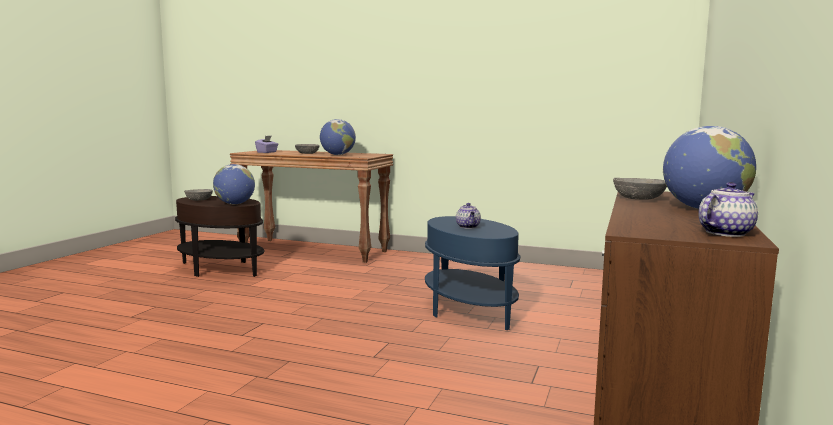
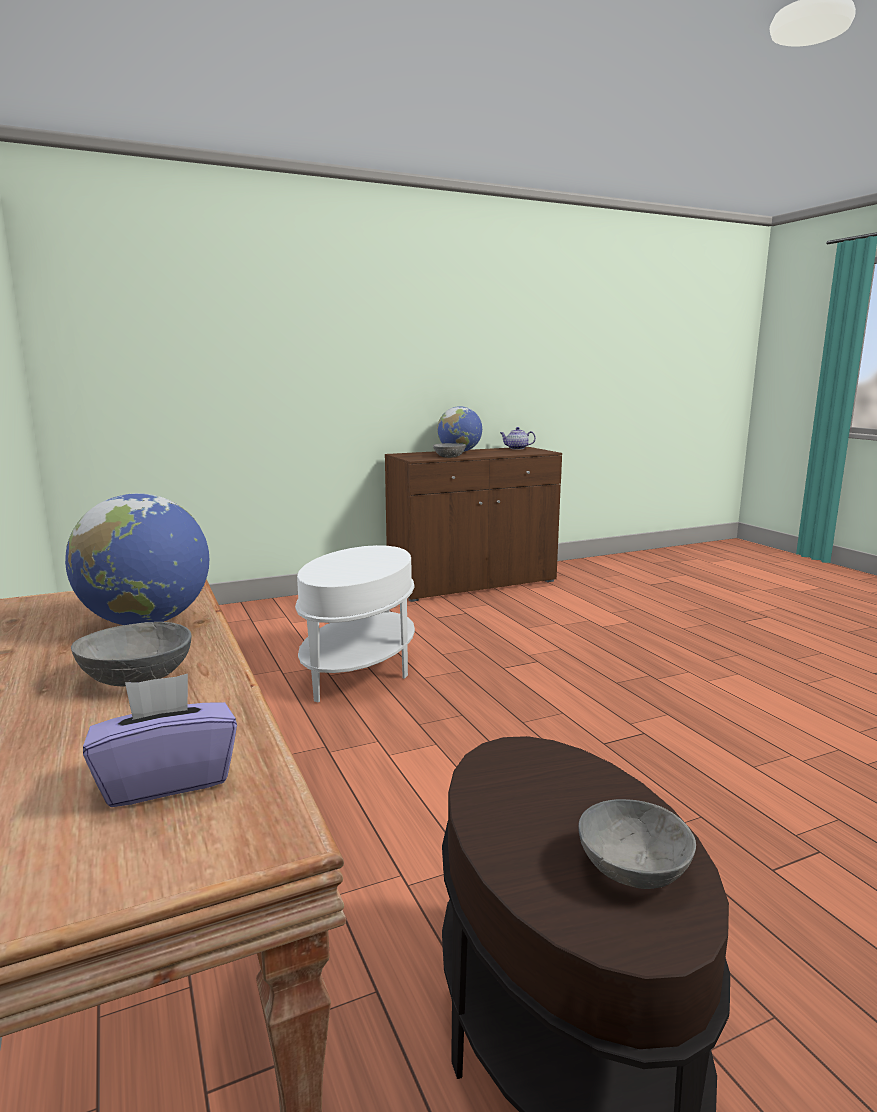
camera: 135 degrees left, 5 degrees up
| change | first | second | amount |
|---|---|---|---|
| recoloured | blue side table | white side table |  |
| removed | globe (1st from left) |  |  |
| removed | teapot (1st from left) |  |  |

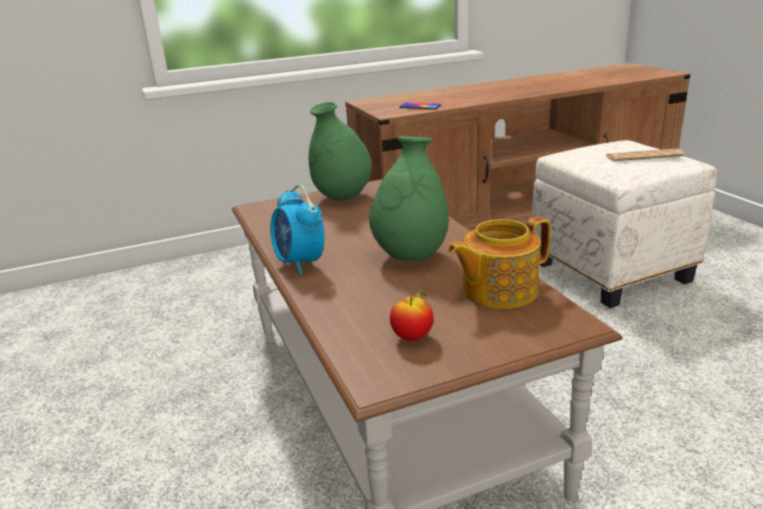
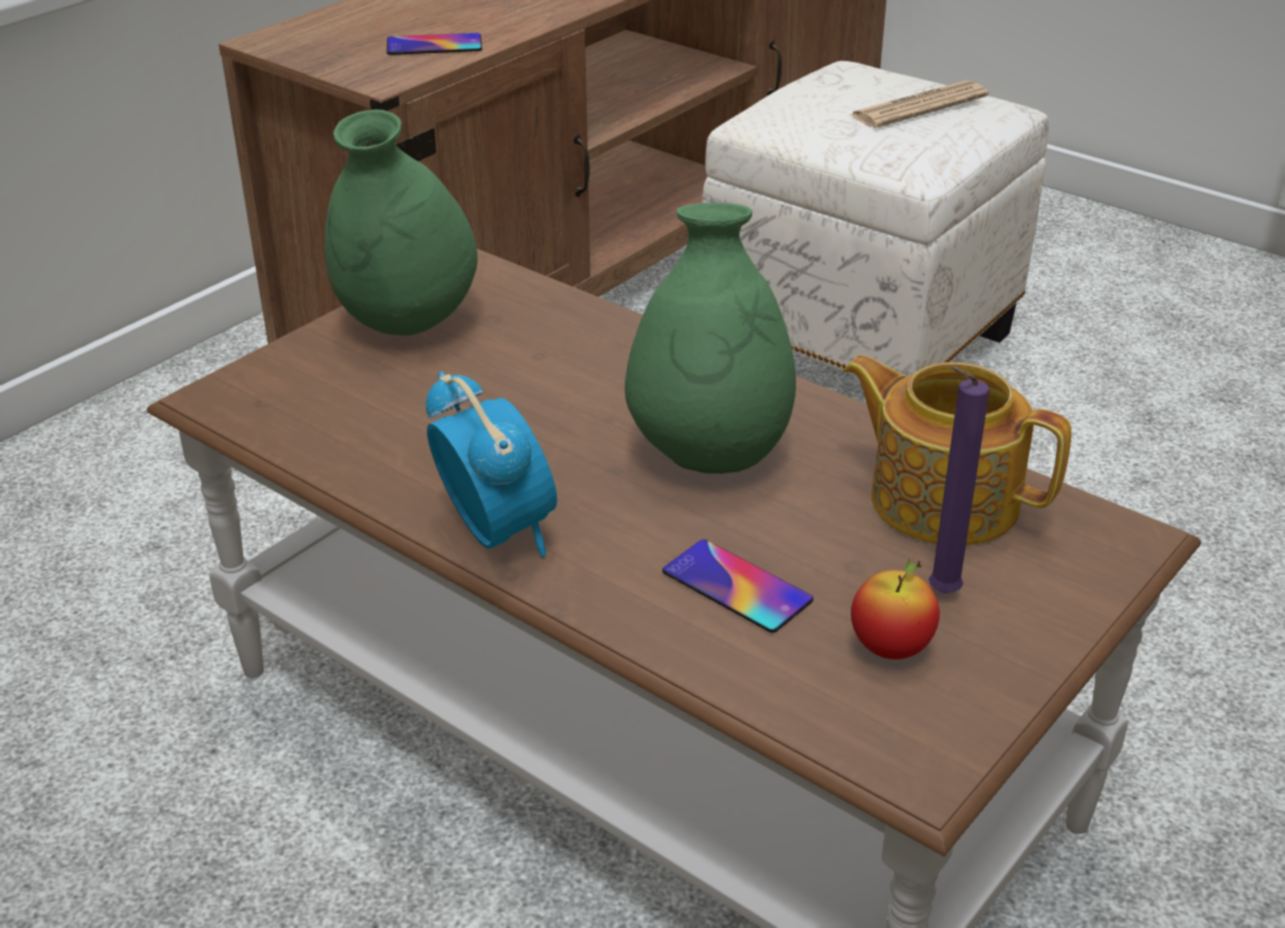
camera: 30 degrees left, 10 degrees up
| change | first | second | amount |
|---|---|---|---|
| turned | alarm clock |  | 150 degrees counterclockwise |
| added |  | phone (2nd from left) |  |
| turned | teapot |  | 90 degrees clockwise |
| added |  | purple candle |  |

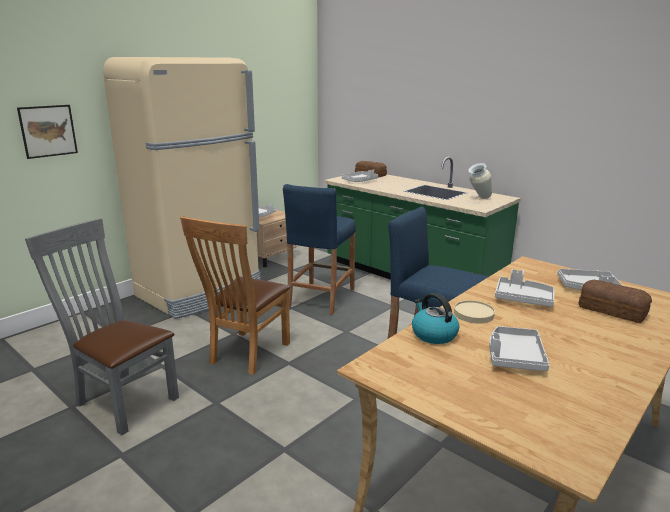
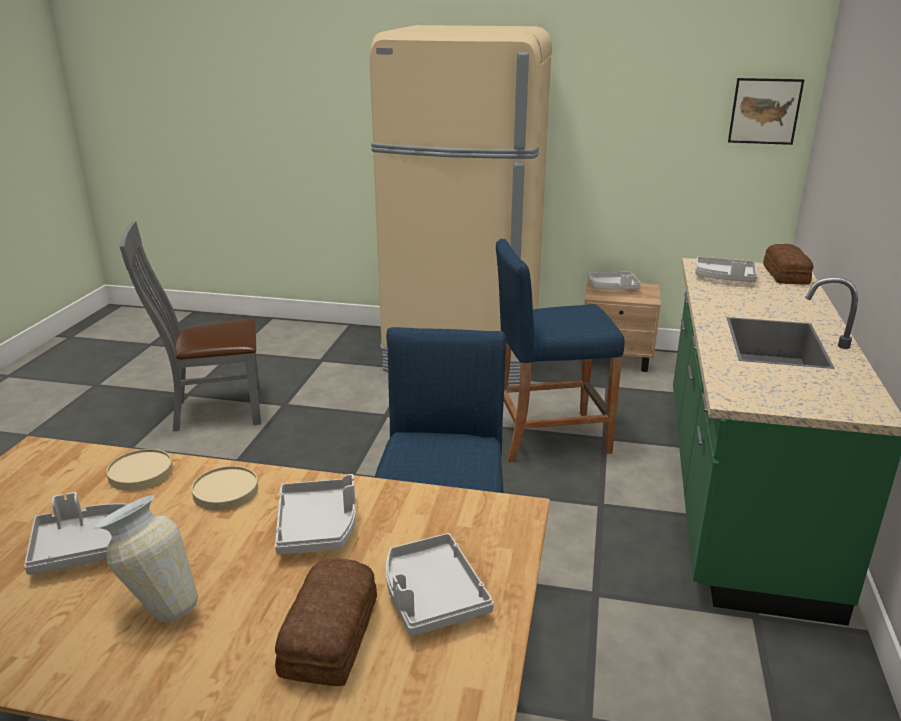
camera: 60 degrees right, 5 degrees up
| change | first | second | amount |
|---|---|---|---|
| moved | vase |  |  |
| replaced | kettle | beige plate (1st from left) |  |
| turned | grey chair |  | 105 degrees counterclockwise |
| moved | picture |  |  |
| removed | brown chair |  |  |

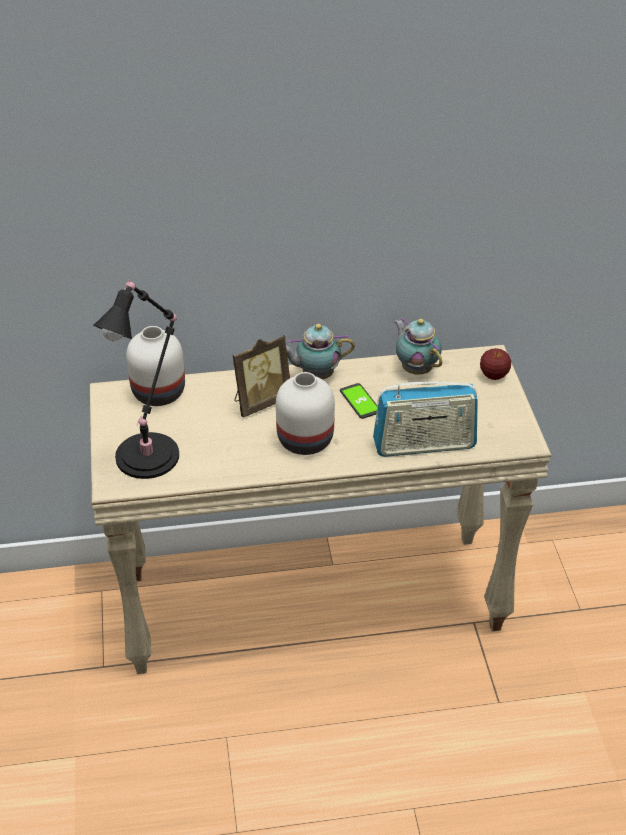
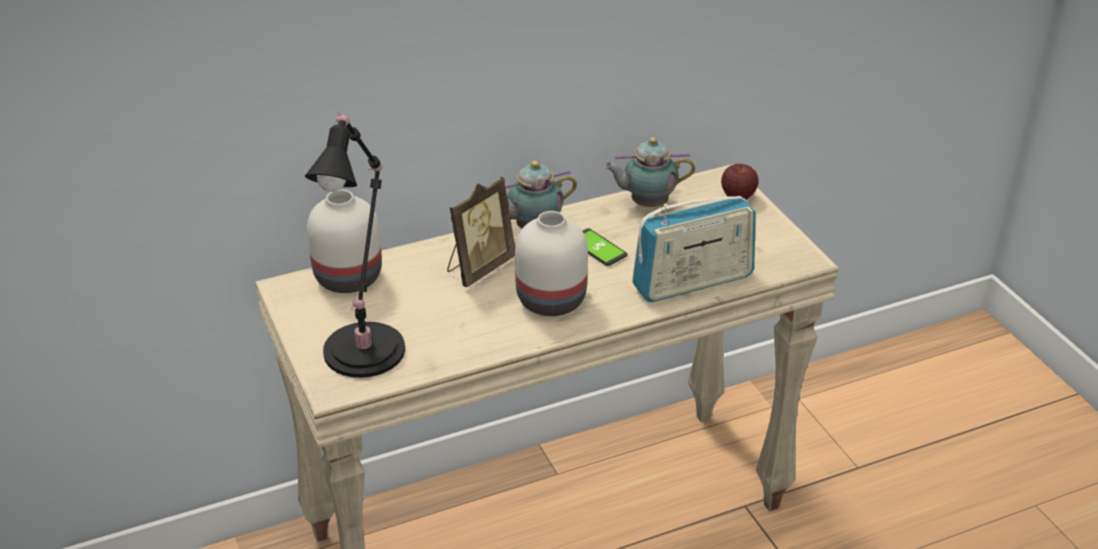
camera: 15 degrees left, 5 degrees down
| change | first | second | amount |
|---|---|---|---|
| turned | teapot (2nd from left) |  | 45 degrees counterclockwise |

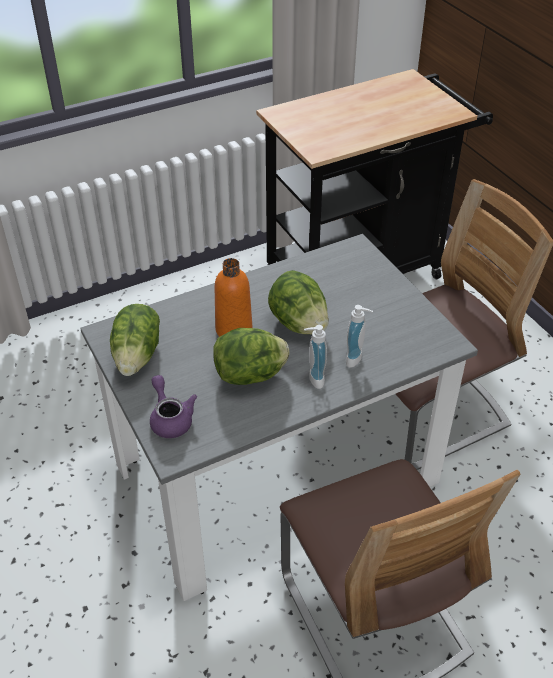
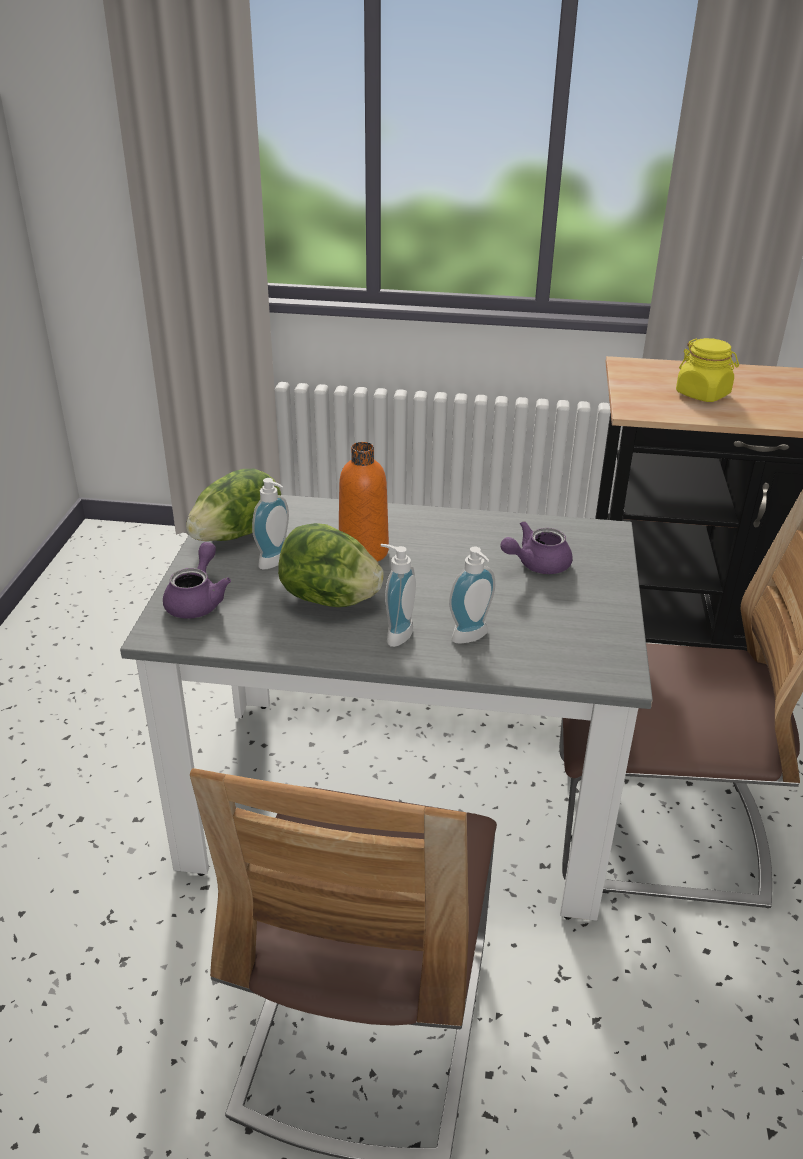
camera: 35 degrees right, 10 degrees down
| change | first | second | amount |
|---|---|---|---|
| added |  | soap dispenser (1st from left) |  |
| added |  | purple teapot (2nd from left) |  |
| added |  | yellow jar |  |
| removed | lettuce (3rd from left) |  |  |

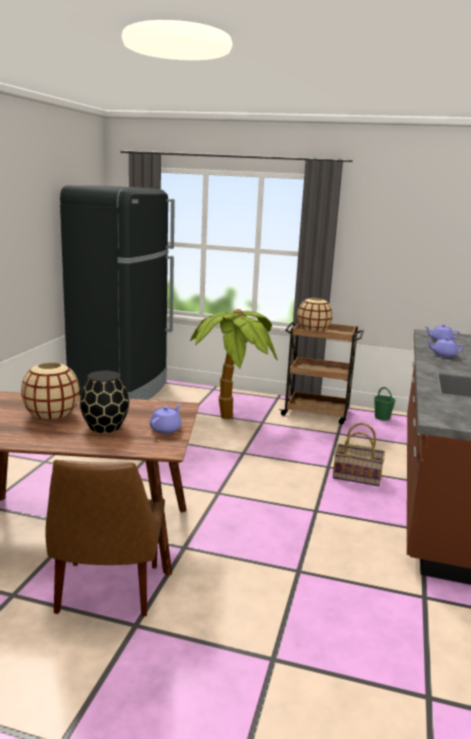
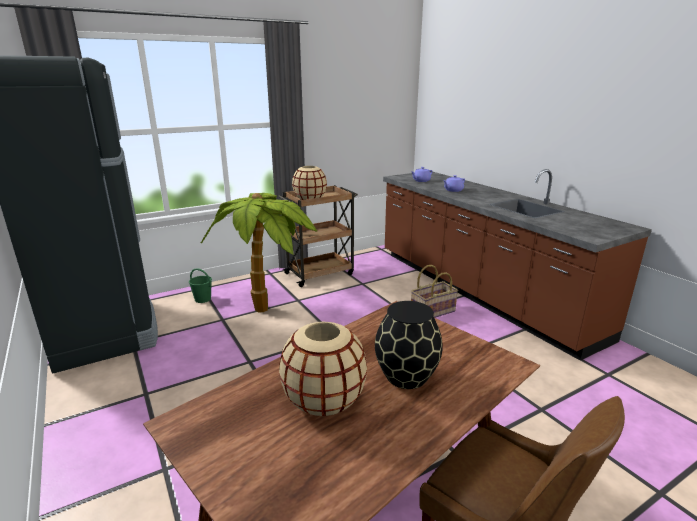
camera: 45 degrees left, 5 degrees up
| change | first | second | amount |
|---|---|---|---|
| moved | green bucket |  |  |
| removed | purple teapot (1st from left) |  |  |

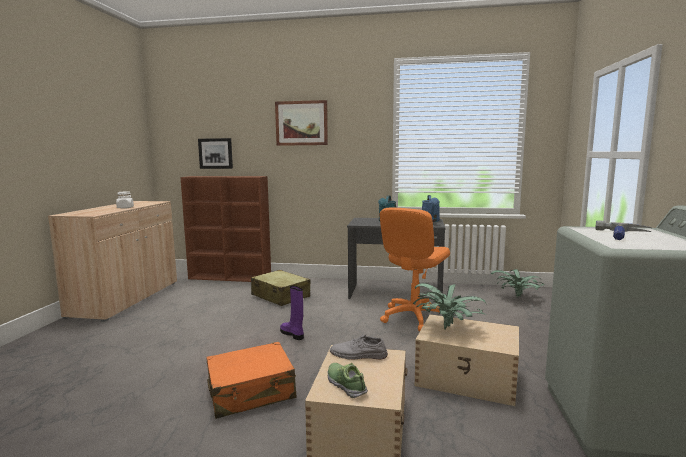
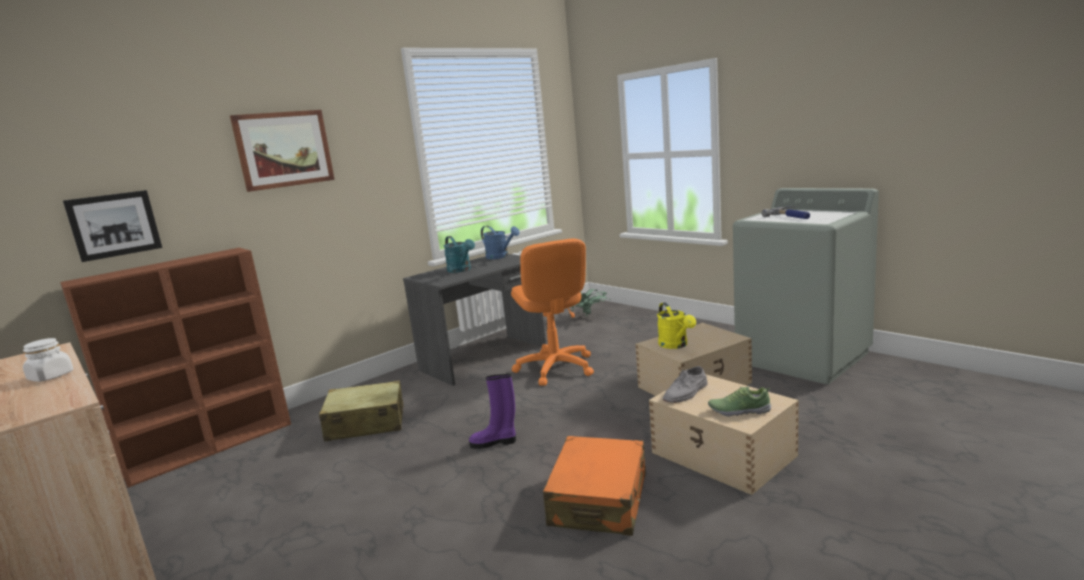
camera: 50 degrees left, 5 degrees up
| change | first | second | amount |
|---|---|---|---|
| replaced | potted plant (1st from left) | yellow watering can |  |

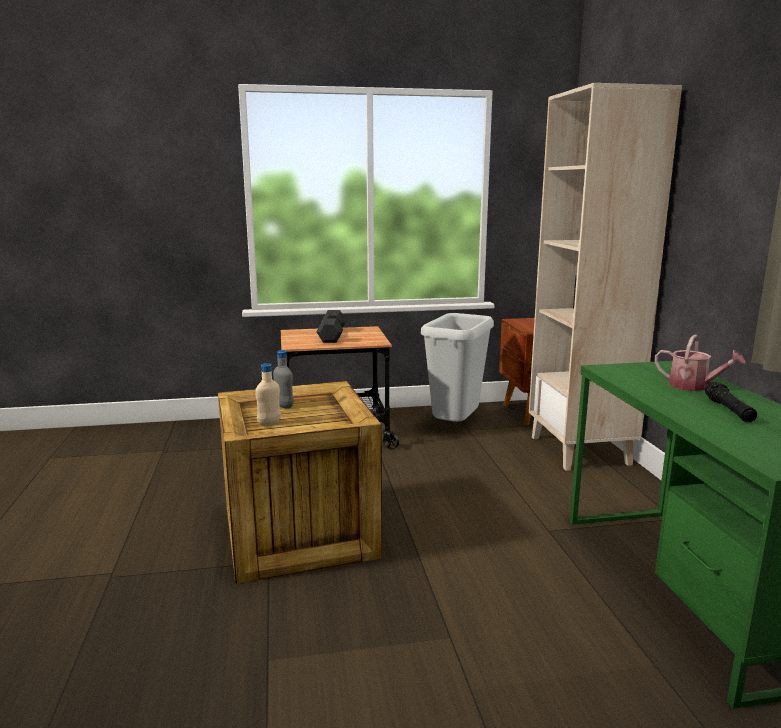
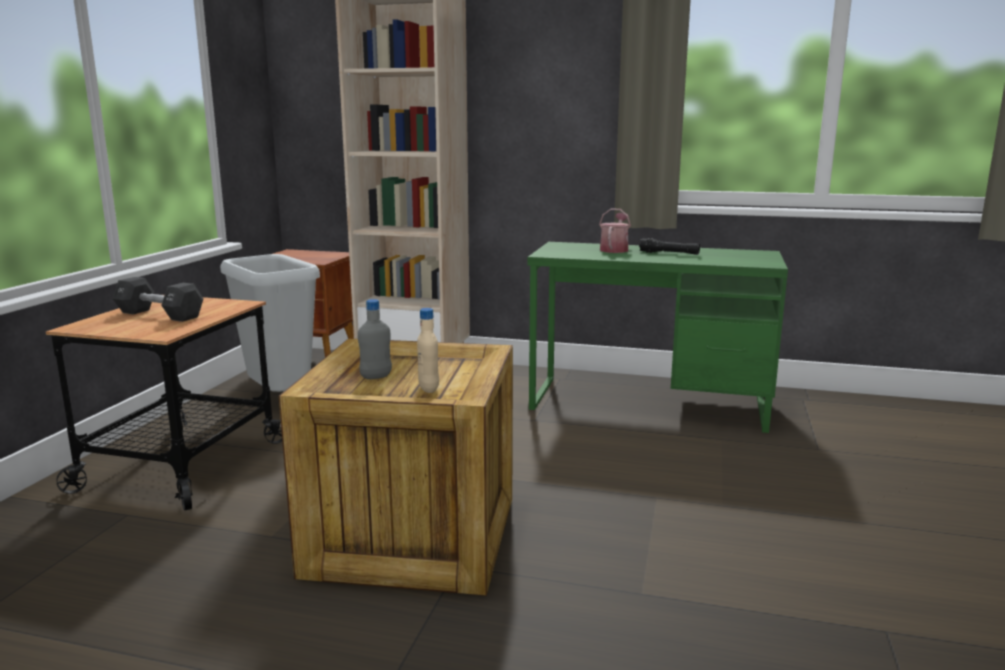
camera: 65 degrees left, 0 degrees up
| change | first | second | amount |
|---|---|---|---|
| turned | watering can |  | 45 degrees counterclockwise |

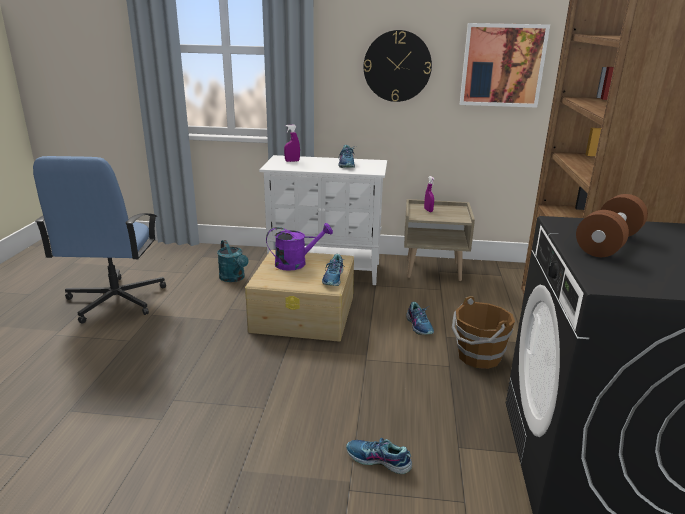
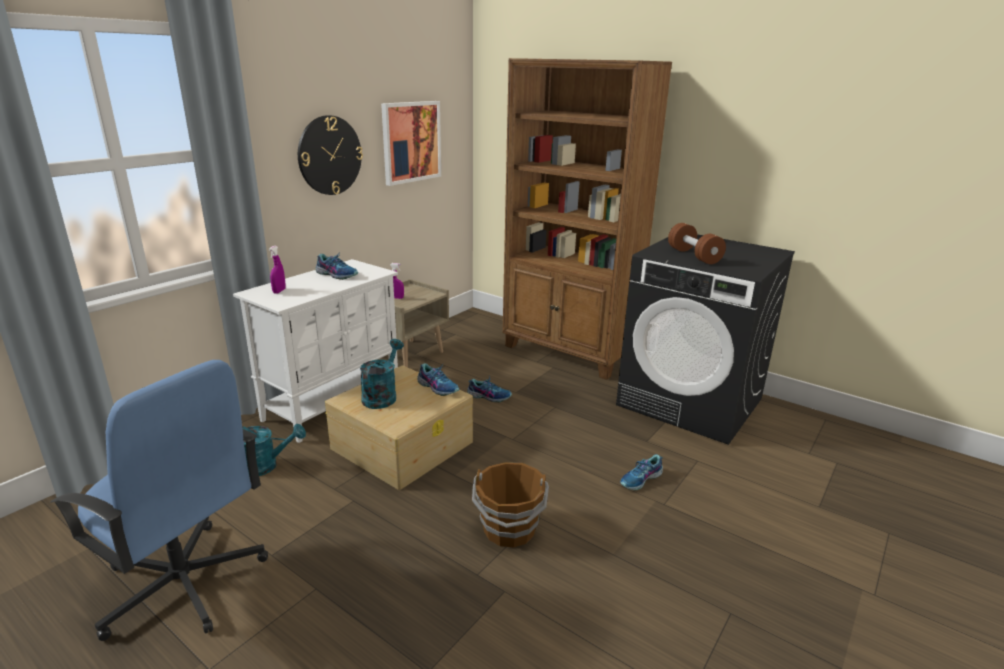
camera: 60 degrees left, 0 degrees up
| change | first | second | amount |
|---|---|---|---|
| recoloured | purple watering can | turquoise watering can (2nd from left) |  |
| moved | brown bucket |  |  |

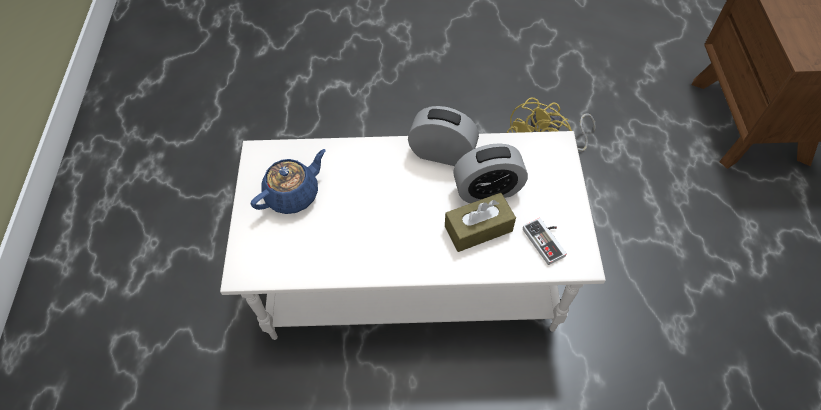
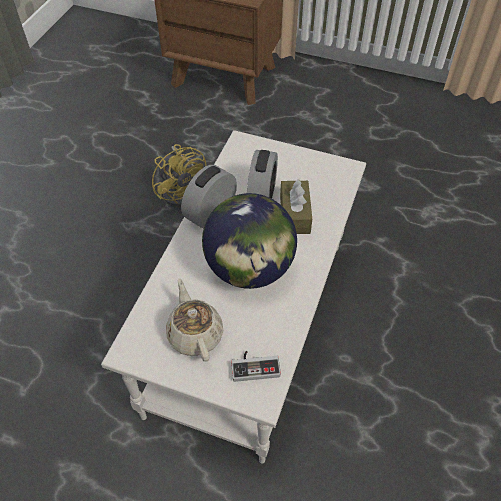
camera: 70 degrees left, 5 degrees down
| change | first | second | amount |
|---|---|---|---|
| recoloured | blue teapot | beige teapot |  |
| added |  | globe |  |
| moved | game controller |  |  |

